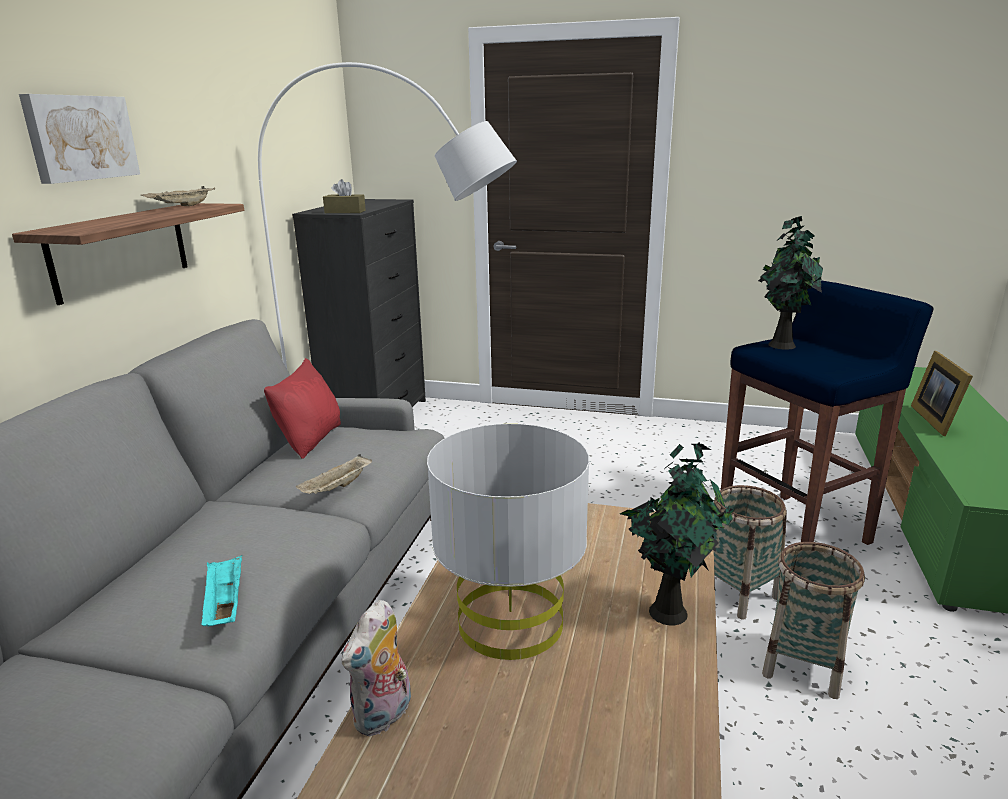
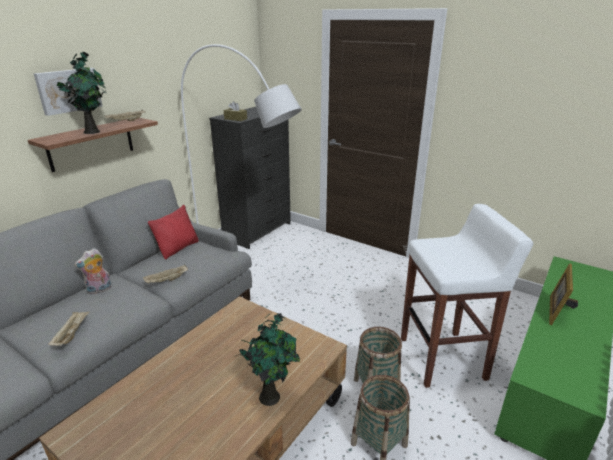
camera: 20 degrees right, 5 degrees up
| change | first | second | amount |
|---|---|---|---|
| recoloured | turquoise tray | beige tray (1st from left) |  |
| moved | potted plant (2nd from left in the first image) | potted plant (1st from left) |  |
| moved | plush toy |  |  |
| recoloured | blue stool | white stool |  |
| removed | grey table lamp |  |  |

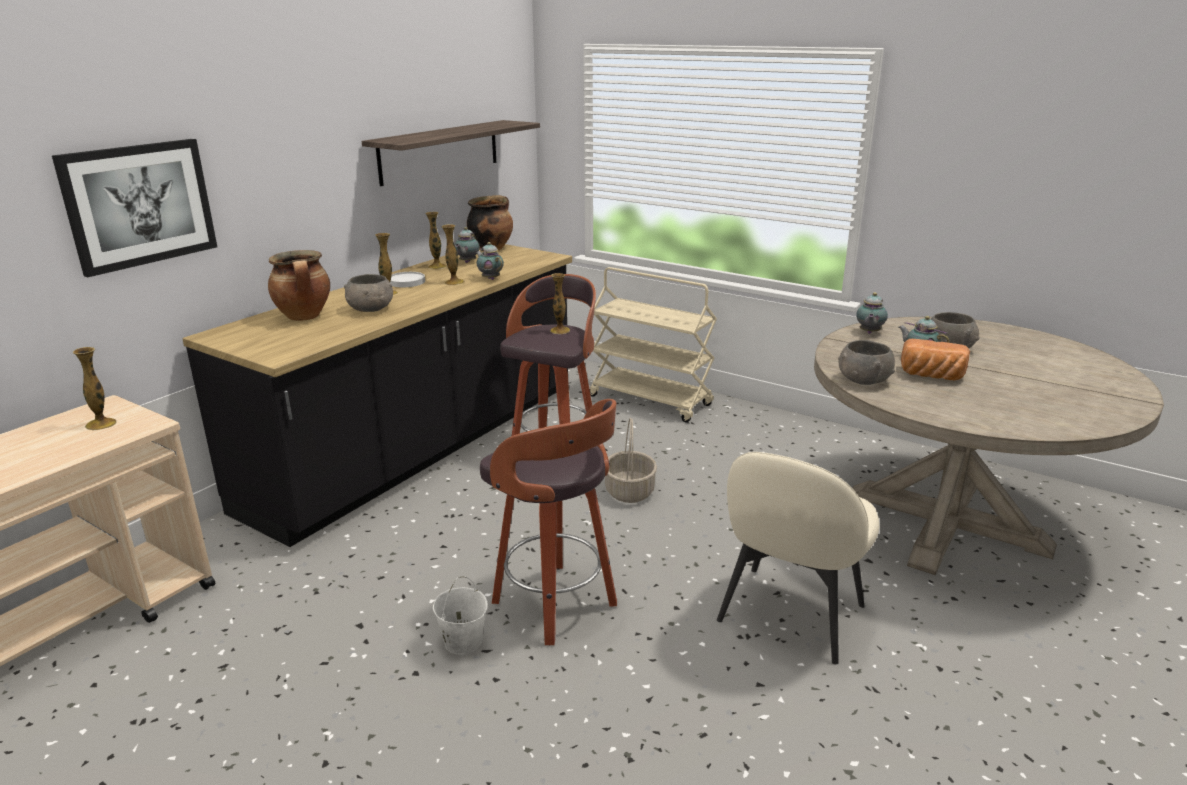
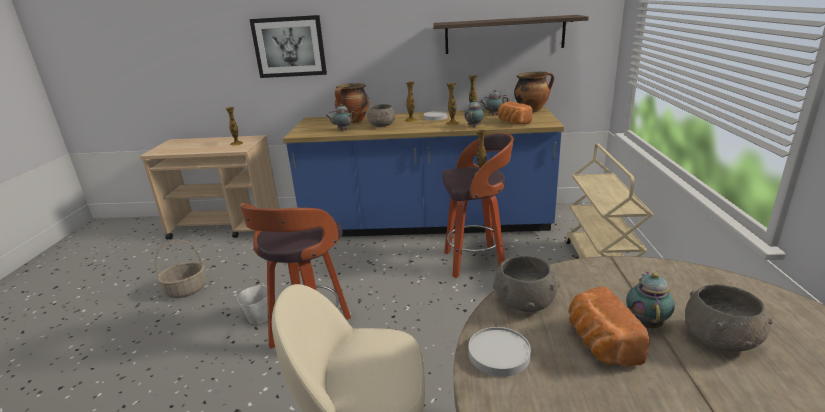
camera: 60 degrees right, 0 degrees up
| change | first | second | amount |
|---|---|---|---|
| moved | basket |  |  |
| recoloured | black counter | blue counter |  |
| moved | teapot (3rd from left in the first image) | teapot (1st from left) |  |
| added |  | white plate (2nd from left) |  |
| added |  | bread (1st from left) |  |

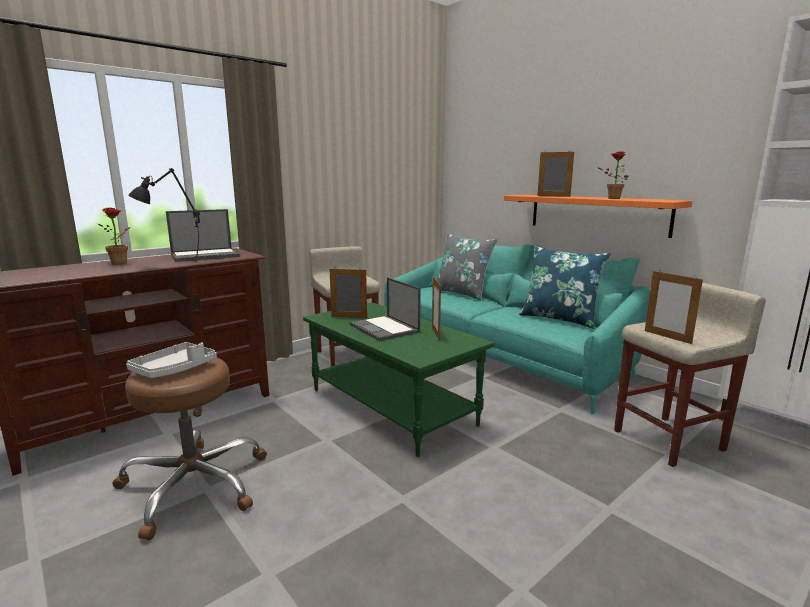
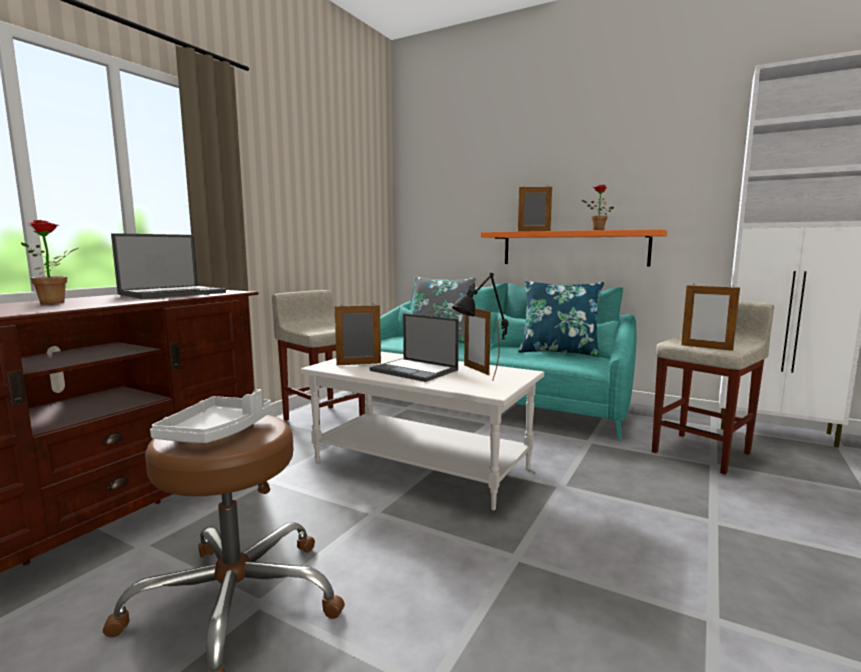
camera: 20 degrees left, 5 degrees down
| change | first | second | amount |
|---|---|---|---|
| recoloured | green coffee table | white coffee table |  |
| moved | black table lamp |  |  |

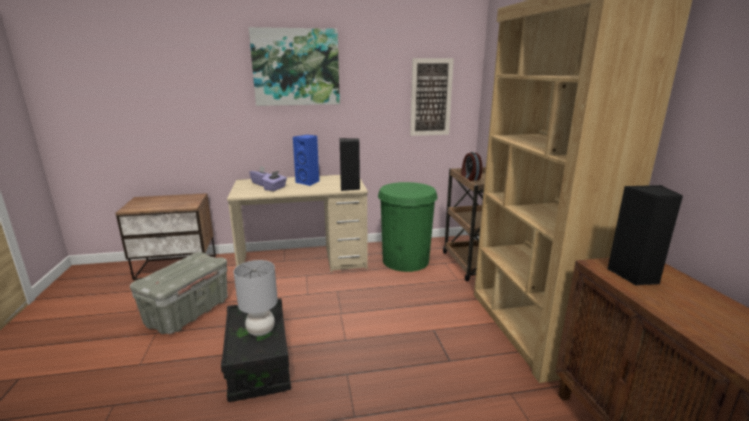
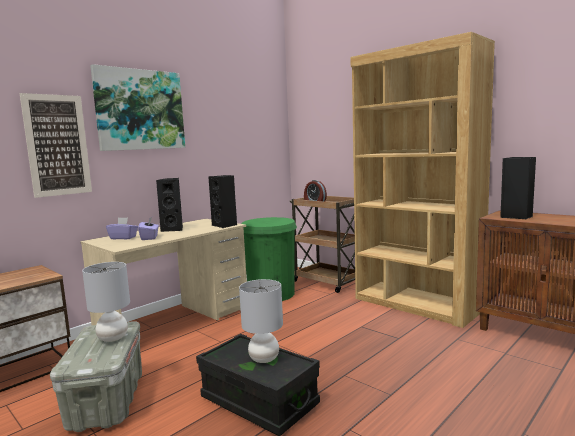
camera: 35 degrees left, 10 degrees down
| change | first | second | amount |
|---|---|---|---|
| moved | picture (2nd from left in the first image) | picture (1st from left) |  |
| added |  | grey table lamp (1st from left) |  |
| recoloured | blue speaker | black speaker (1st from left) |  |

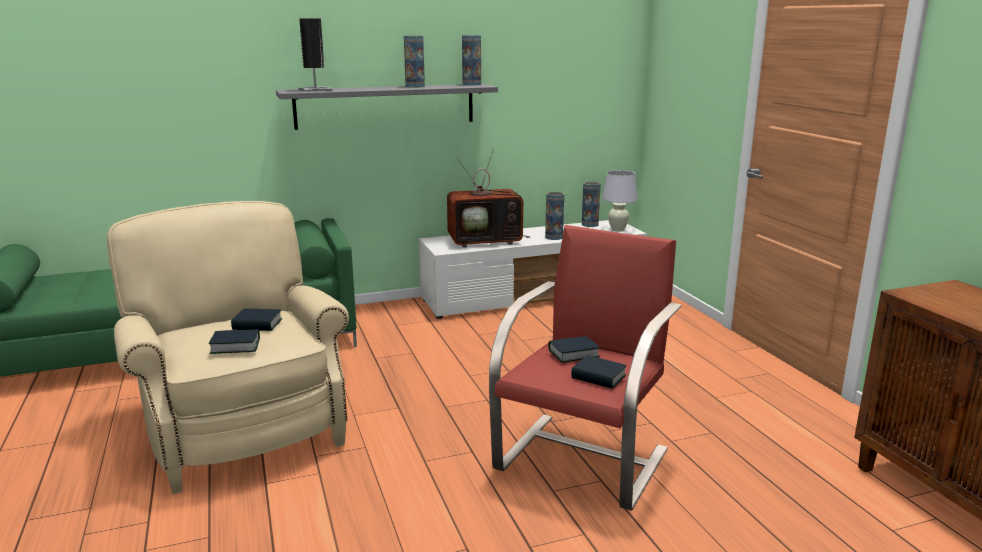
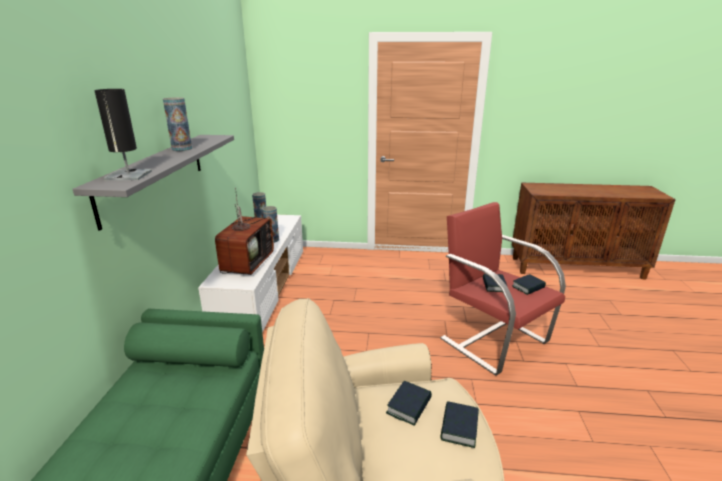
camera: 65 degrees left, 5 degrees up
| change | first | second | amount |
|---|---|---|---|
| removed | vase (2nd from left) |  |  |
| removed | white table lamp |  |  |

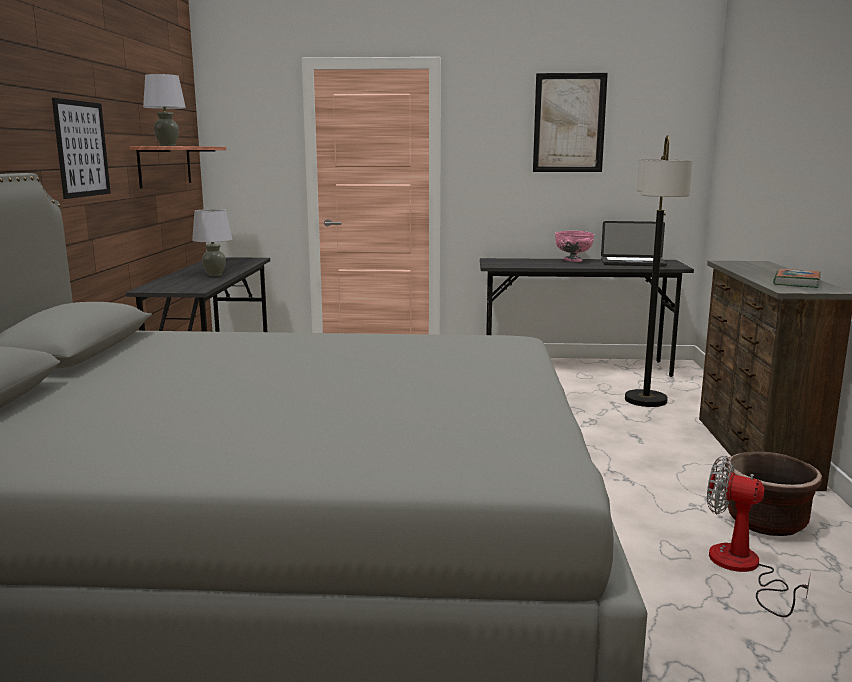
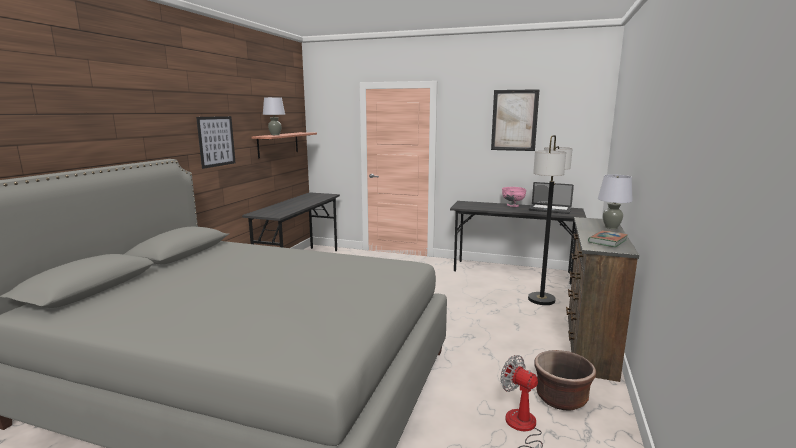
camera: 15 degrees right, 0 degrees up
| change | first | second | amount |
|---|---|---|---|
| moved | grey table lamp (2nd from left) |  |  |

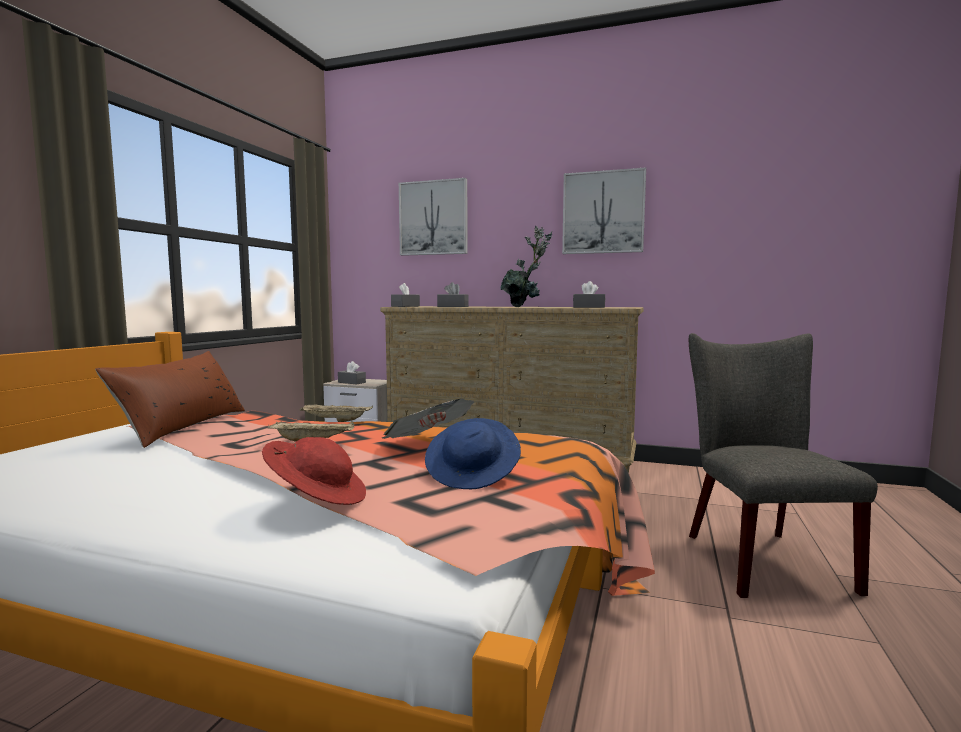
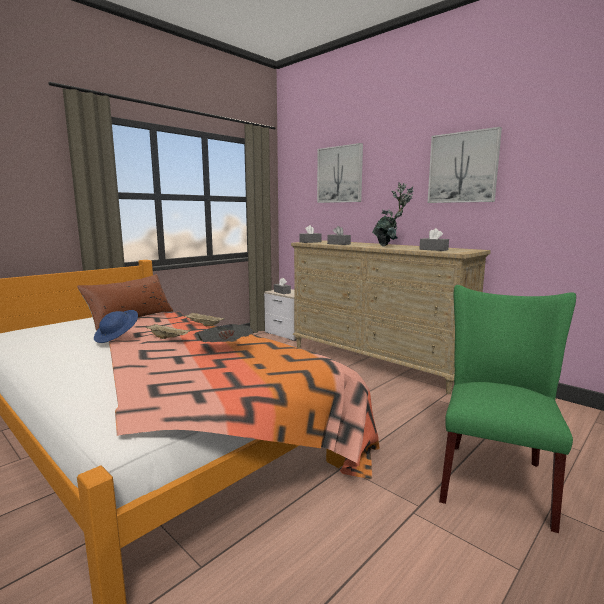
camera: 25 degrees right, 5 degrees up
| change | first | second | amount |
|---|---|---|---|
| moved | blue hat |  |  |
| recoloured | grey chair | green chair |  |
| removed | red hat |  |  |

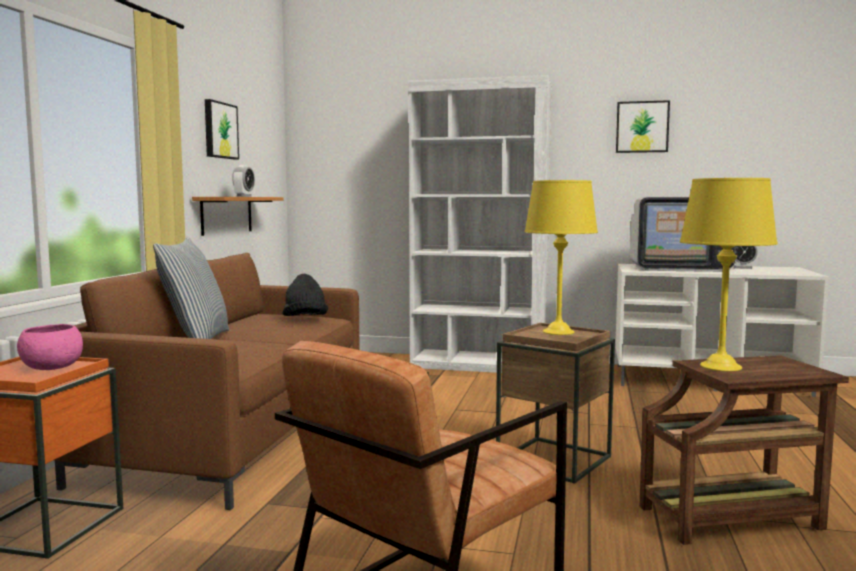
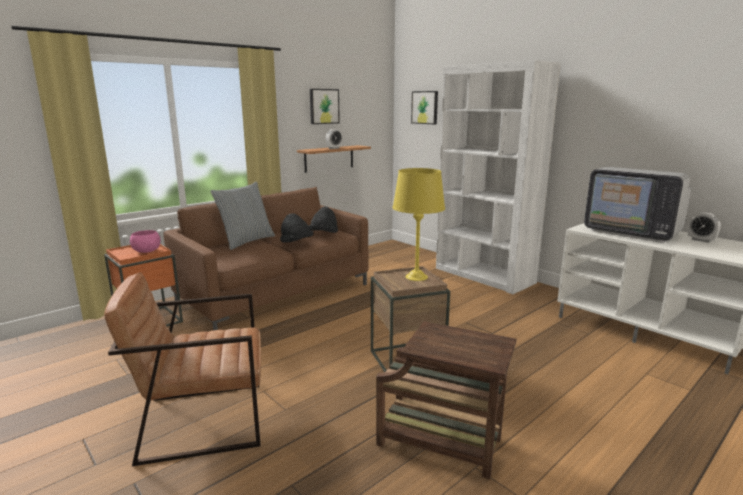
camera: 35 degrees right, 10 degrees up
| change | first | second | amount |
|---|---|---|---|
| added |  | black hat (1st from left) |  |
| moved | picture (2nd from left) |  |  |
| removed | yellow table lamp (2nd from left) |  |  |

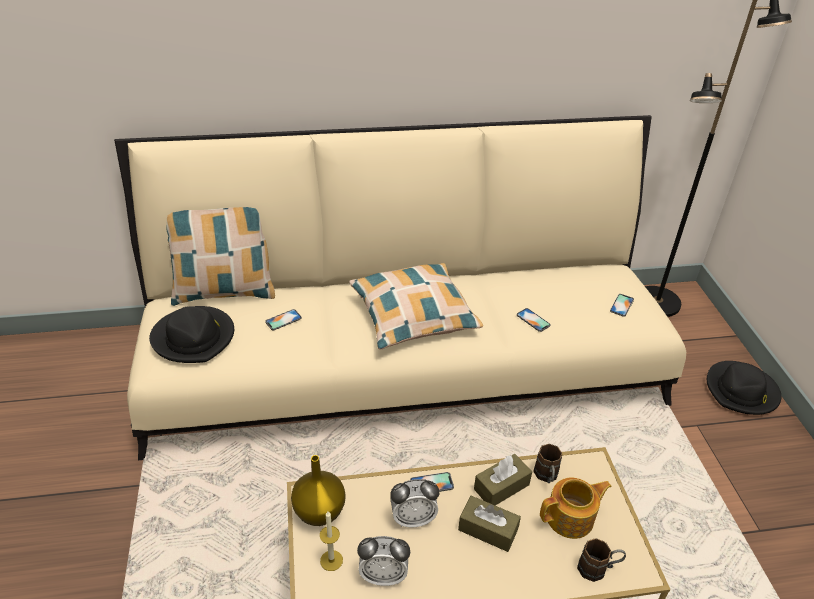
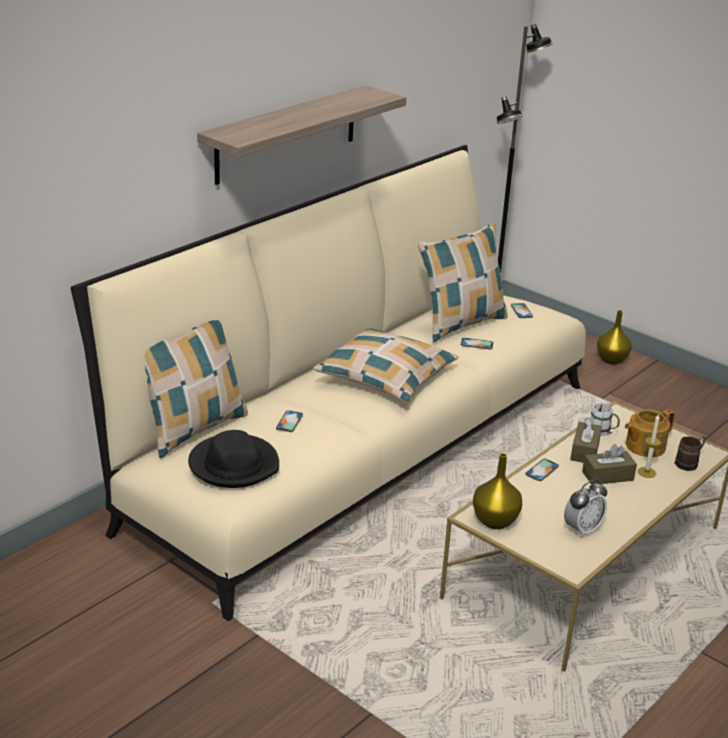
camera: 40 degrees left, 10 degrees down
| change | first | second | amount |
|---|---|---|---|
| added |  | shelf |  |
| added |  | pillow (3rd from left) |  |
| recoloured | brown mug (1st from left) | white mug |  |
| replaced | black hat (2nd from left) | yellow vase (2nd from left) |  |
| turned | teapot |  | 150 degrees counterclockwise |
| moved | candle |  |  |
| removed | alarm clock (2nd from left) |  |  |

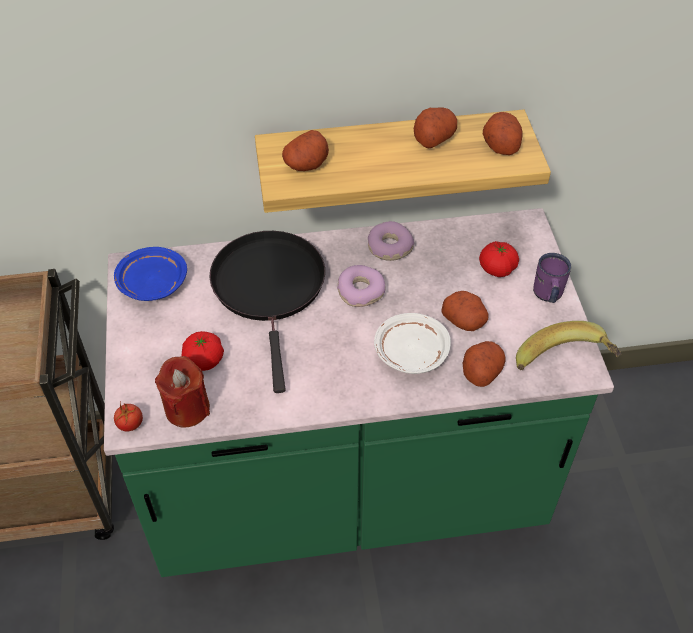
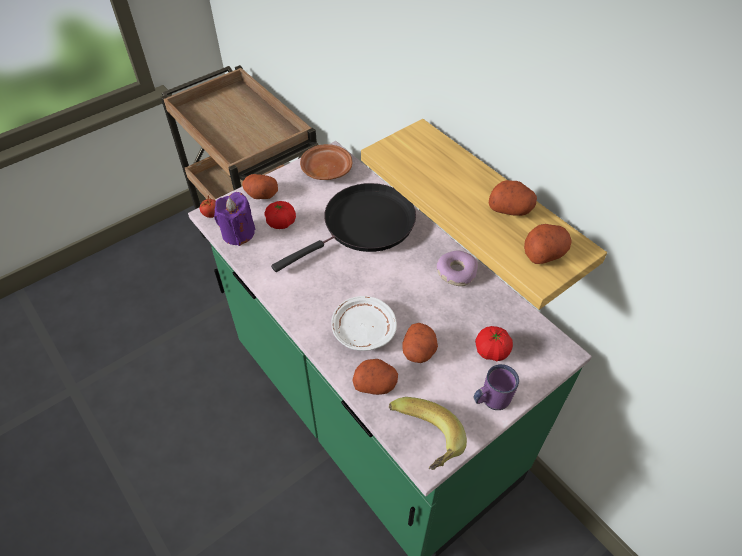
camera: 60 degrees right, 0 degrees up
| change | first | second | amount |
|---|---|---|---|
| recoloured | red candle | purple candle |  |
| moved | potato (1st from left) |  |  |
| recoloured | blue plate | brown plate |  |
| removed | donut (1st from left) |  |  |

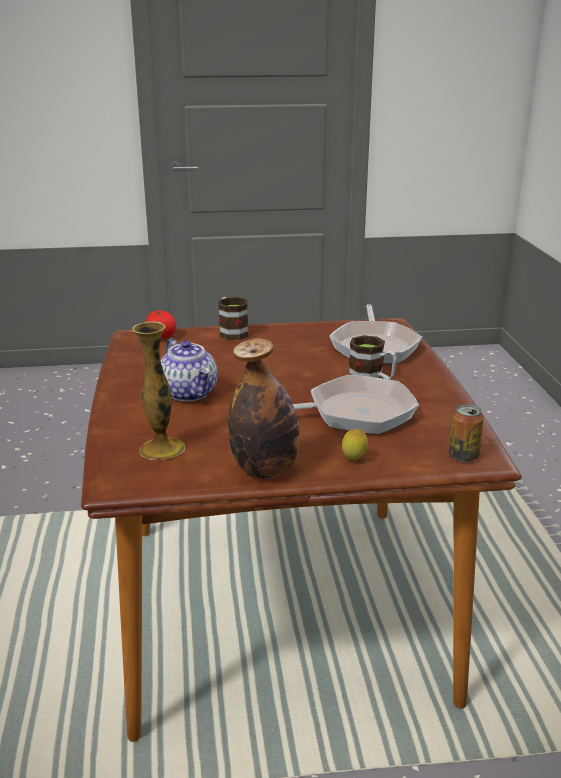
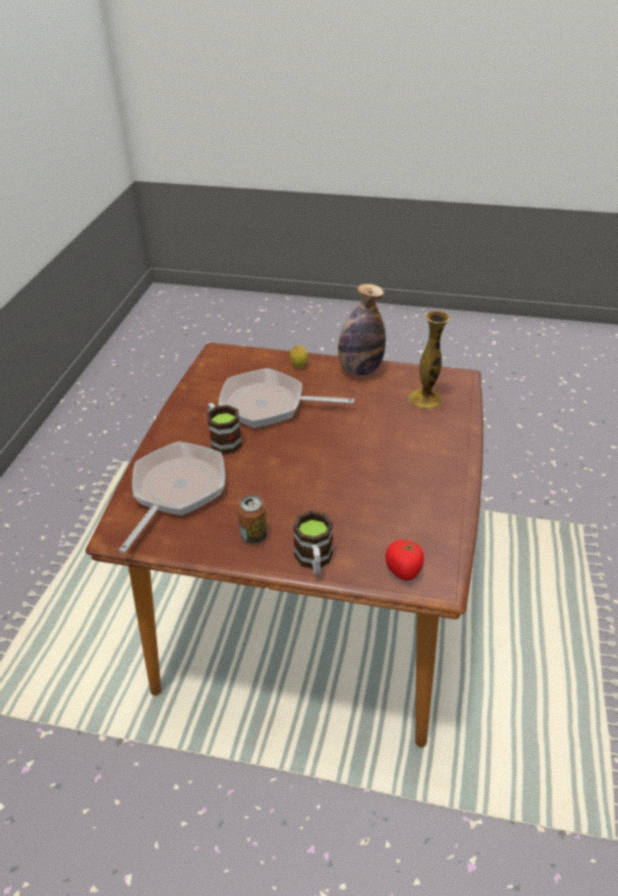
camera: 160 degrees left, 15 degrees up
| change | first | second | amount |
|---|---|---|---|
| moved | can |  |  |
| removed | teapot |  |  |

